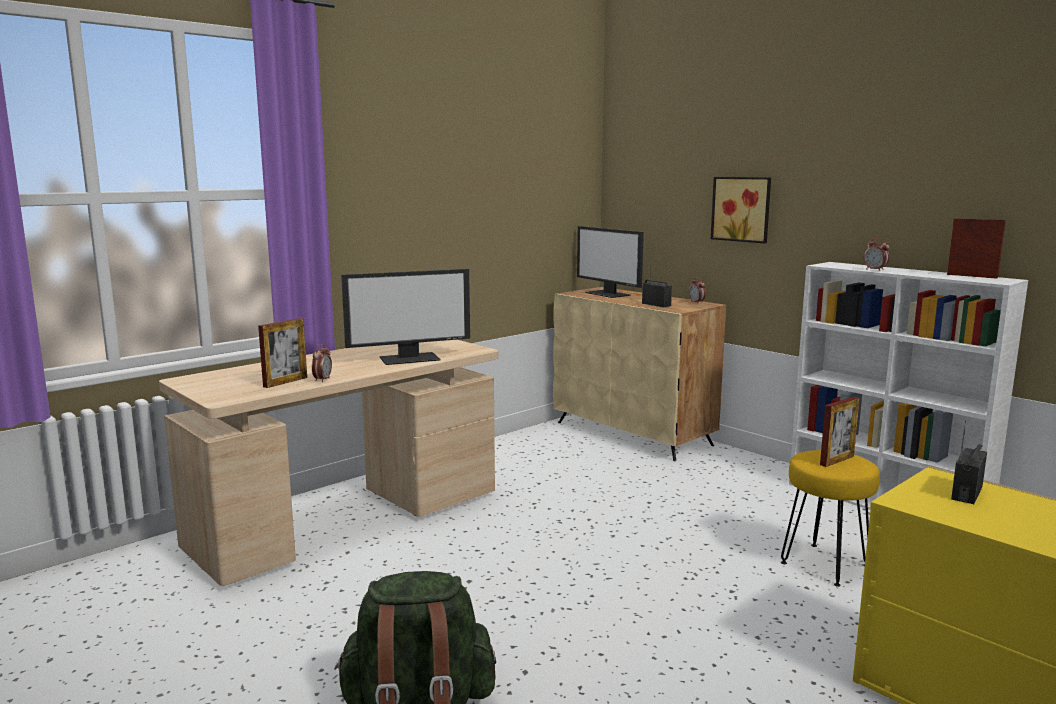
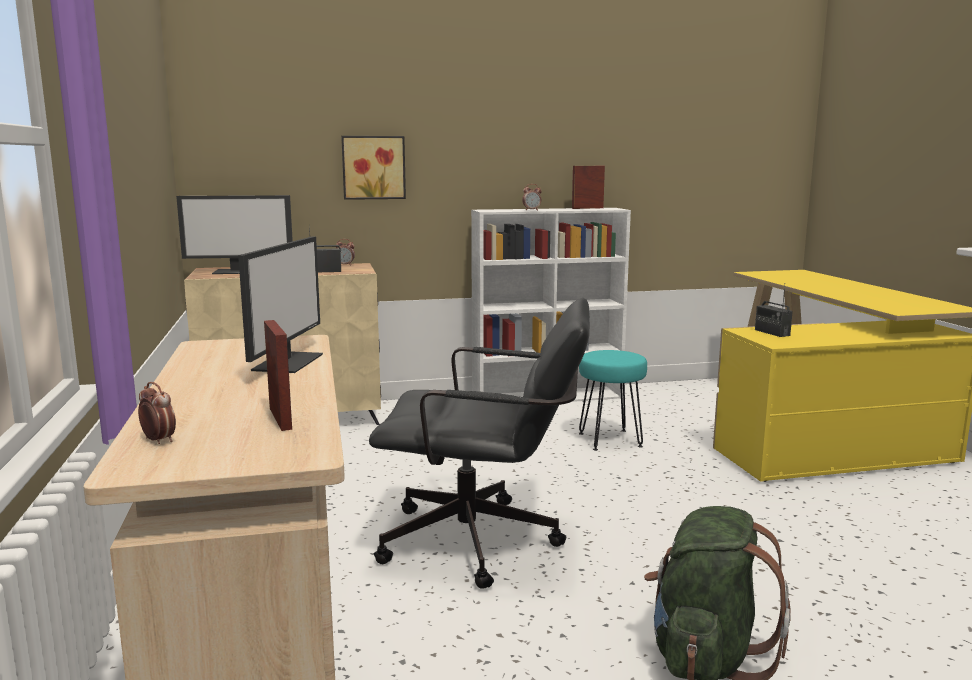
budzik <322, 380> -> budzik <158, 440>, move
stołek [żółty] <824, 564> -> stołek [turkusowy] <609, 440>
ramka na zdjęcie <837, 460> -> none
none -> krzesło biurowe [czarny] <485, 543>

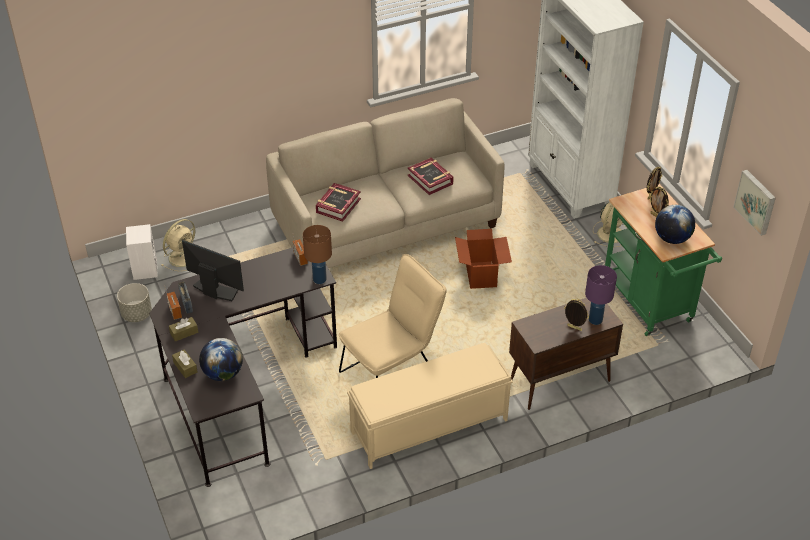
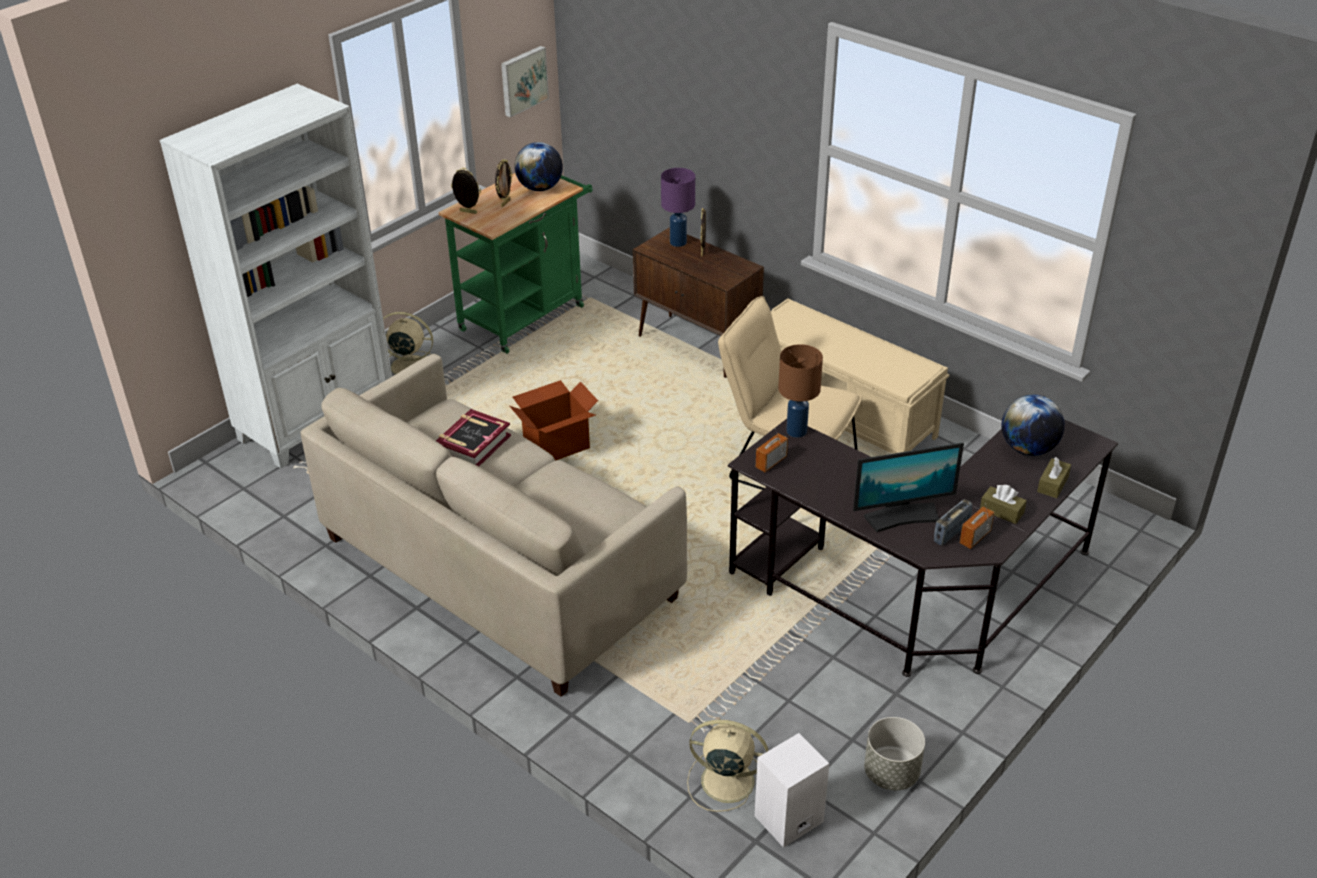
monitor <215, 290> -> monitor <902, 516>, 105 degrees counterclockwise
książka <338, 205> -> none

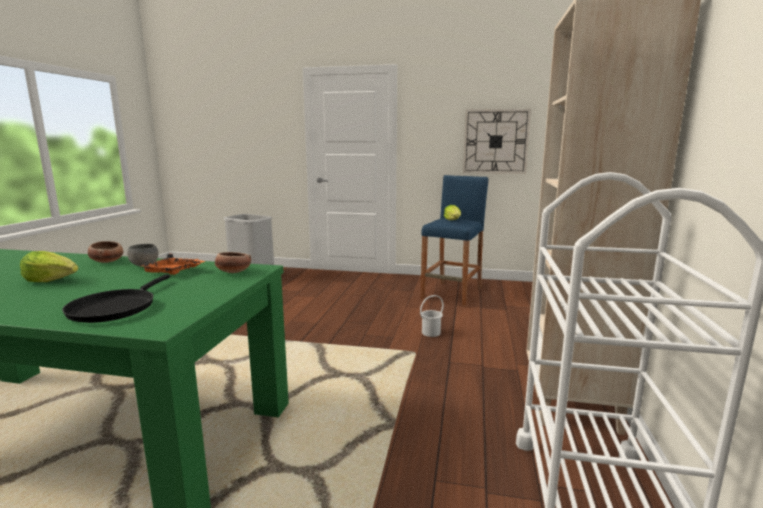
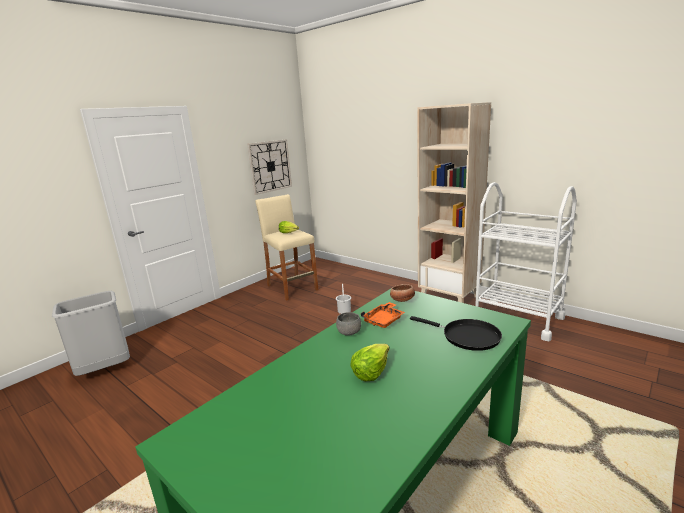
miska <107, 261> -> none
stołek [niebieski] <452, 294> -> stołek [beżowy] <292, 288>

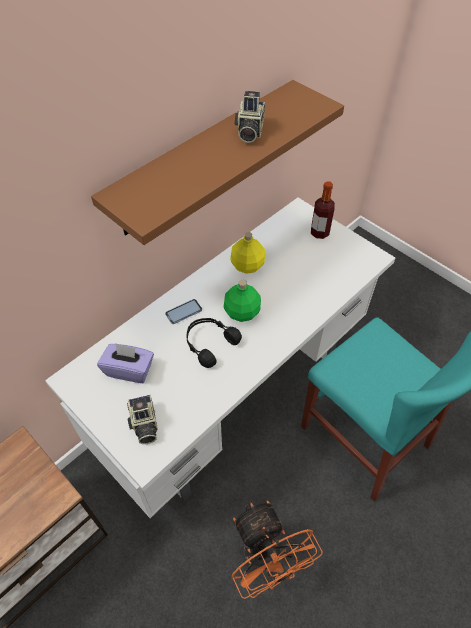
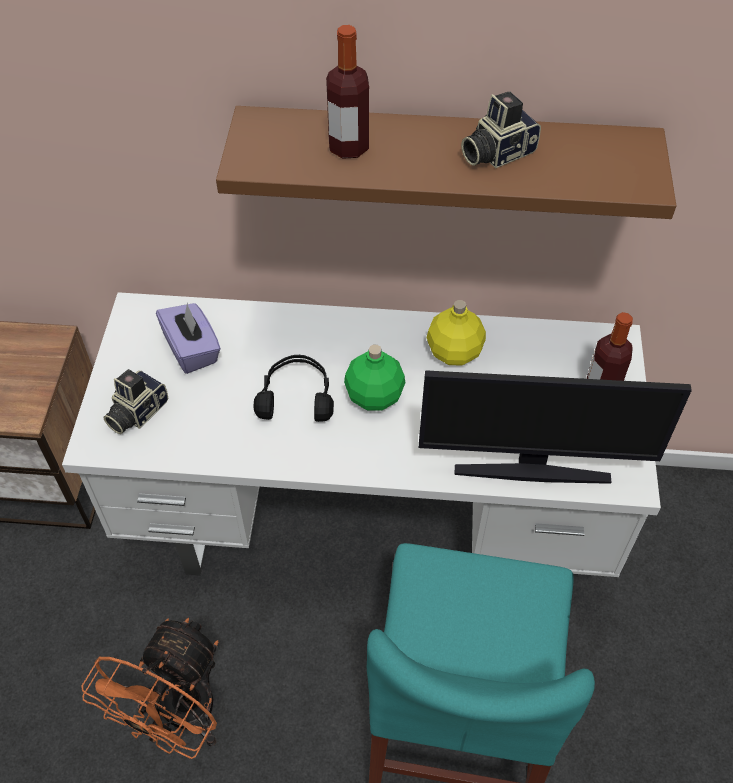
telefon <183, 312> -> none
none -> butelka <348, 147>
none -> monitor <532, 470>

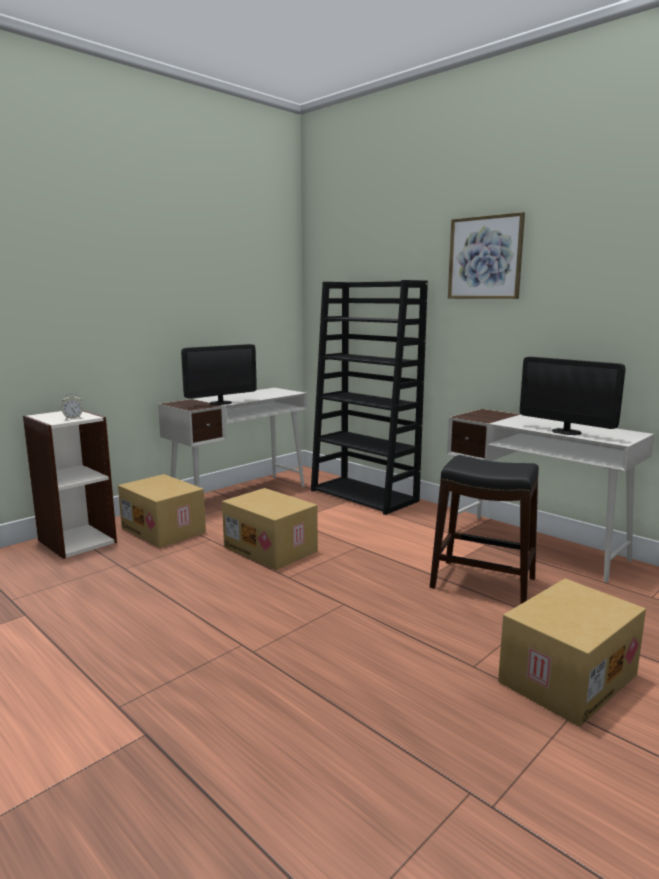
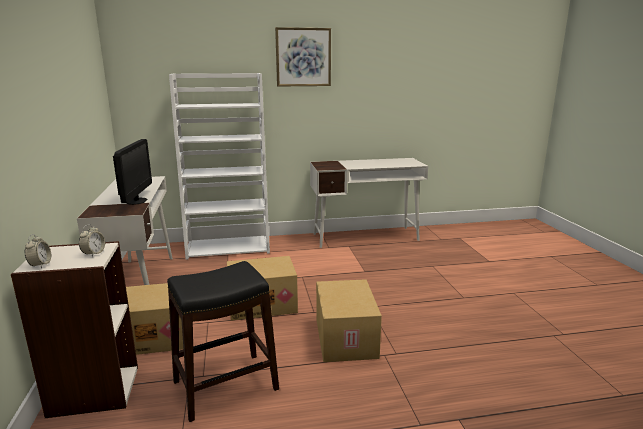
regał [czarny] <365, 496> -> regał [biały] <229, 247>
stołek [czarny] <483, 583> -> stołek [czarny] <226, 385>, move
karton <566, 677> -> karton <344, 338>, move
monitor <566, 432> -> none
none -> budzik <40, 265>

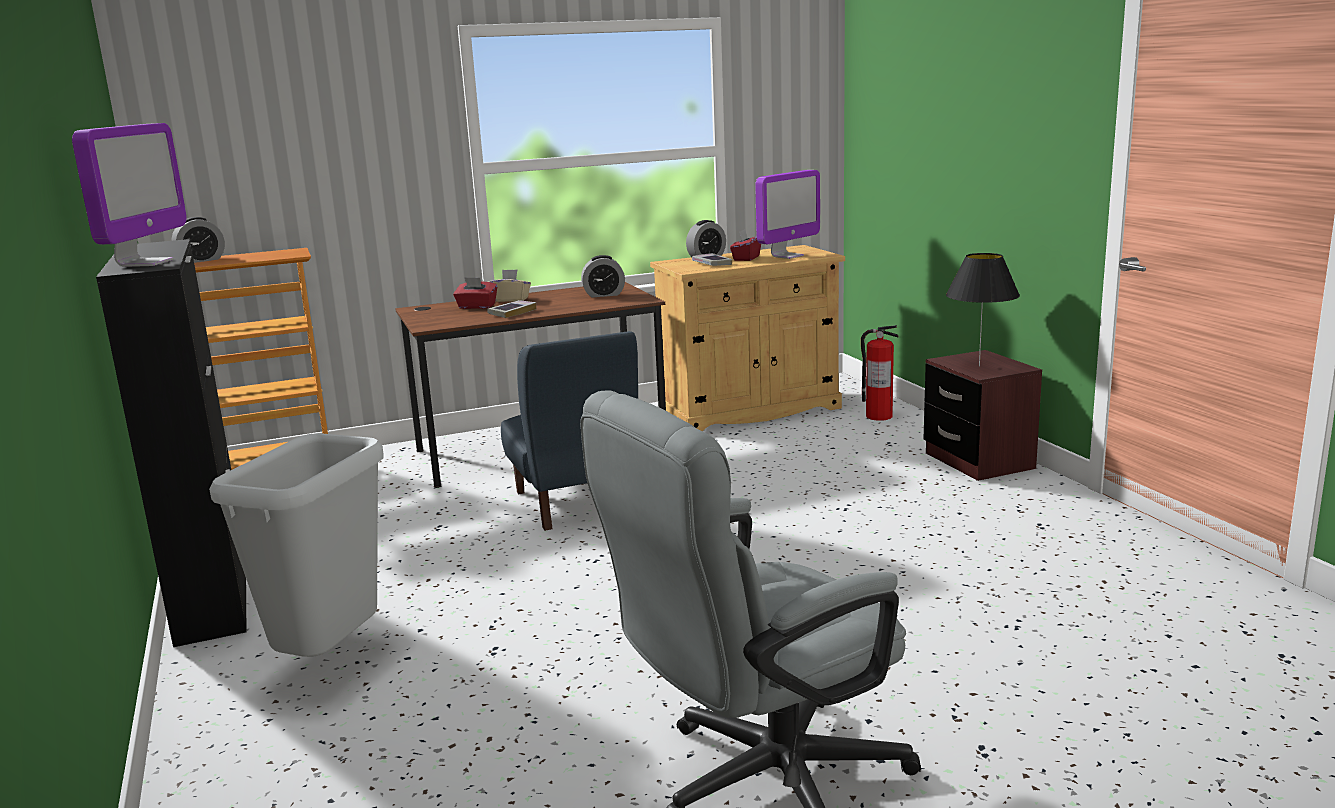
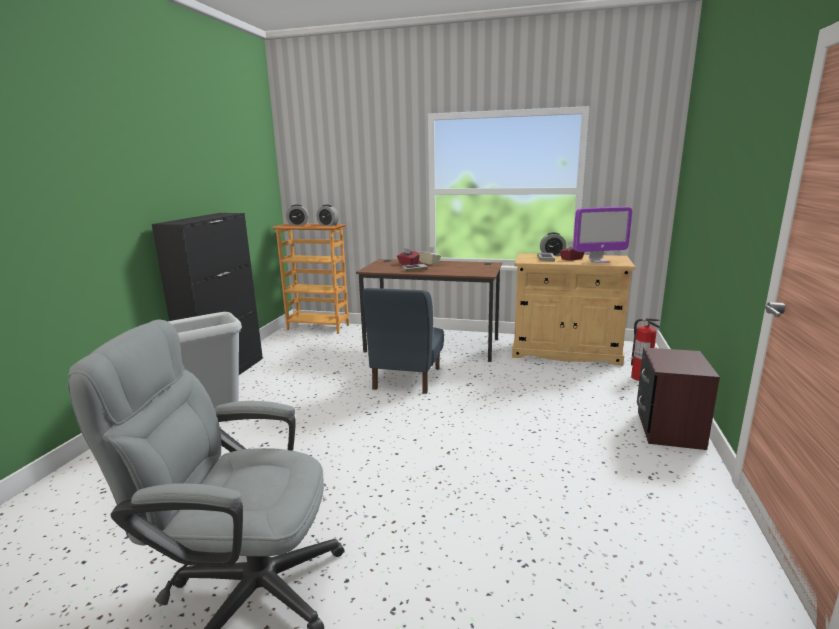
monitor <145, 263> -> none
budzik <604, 295> -> budzik <328, 225>, move
lampa stołowa [czarny] <979, 366> -> none

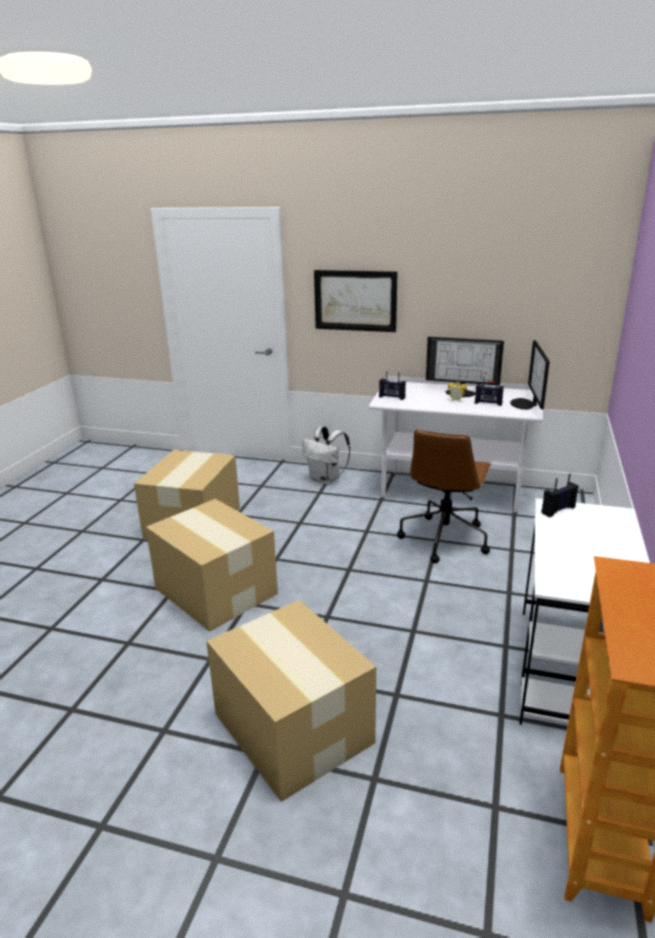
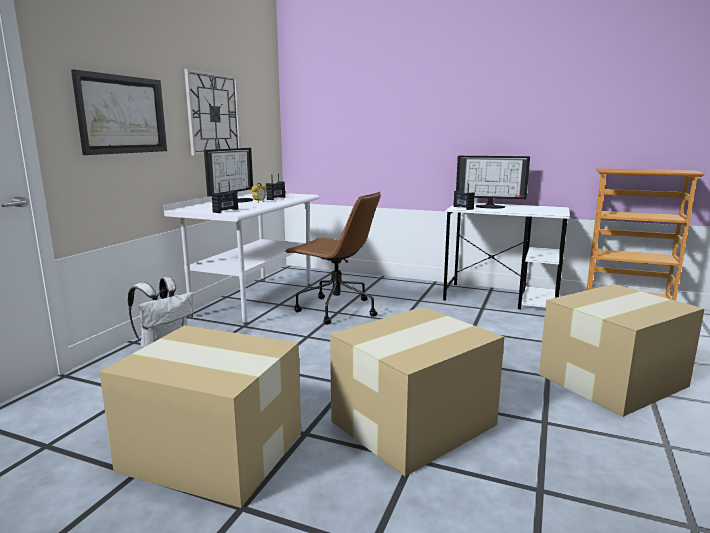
monitor <526, 404> -> monitor <490, 206>, move
none -> zegar ścienny <213, 114>

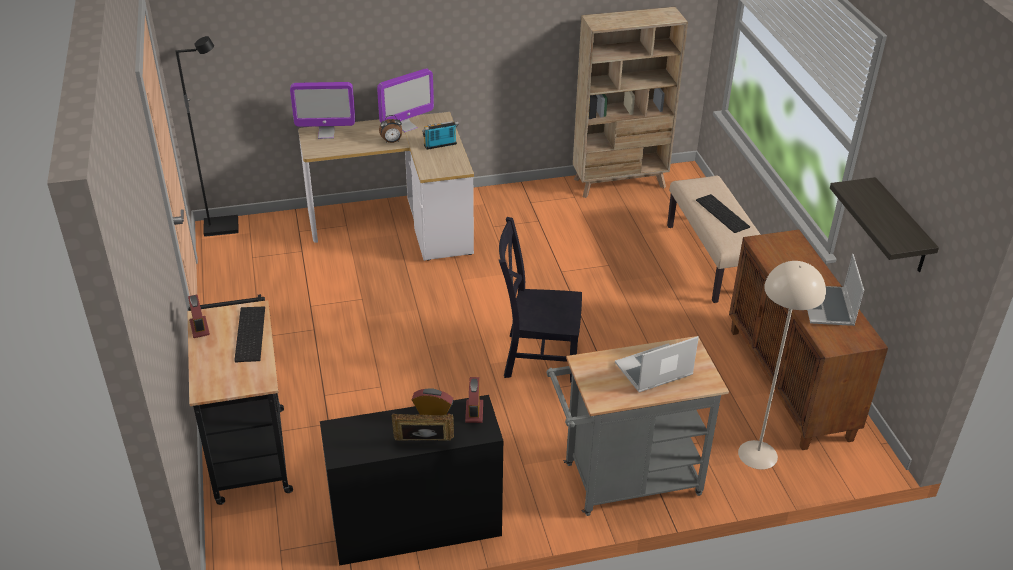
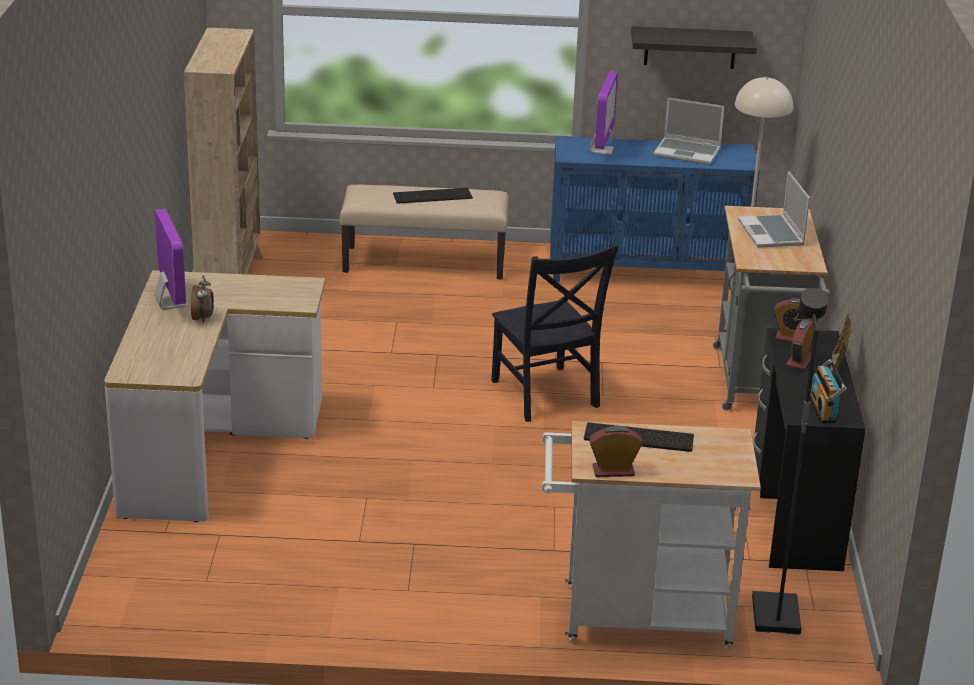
lampa stojąca [czarny] <222, 227> -> lampa stojąca [czarny] <774, 615>, move
wózek [czarny] <249, 448> -> wózek [biały] <635, 617>
monitor <326, 134> -> monitor <601, 150>, move
radio <440, 145> -> radio <824, 410>, move
krzesło [czarny] <537, 357> -> krzesło [czarny] <546, 396>, 45 degrees counterclockwise
szafka [brązowy] <790, 384> -> szafka [niebieski] <647, 272>

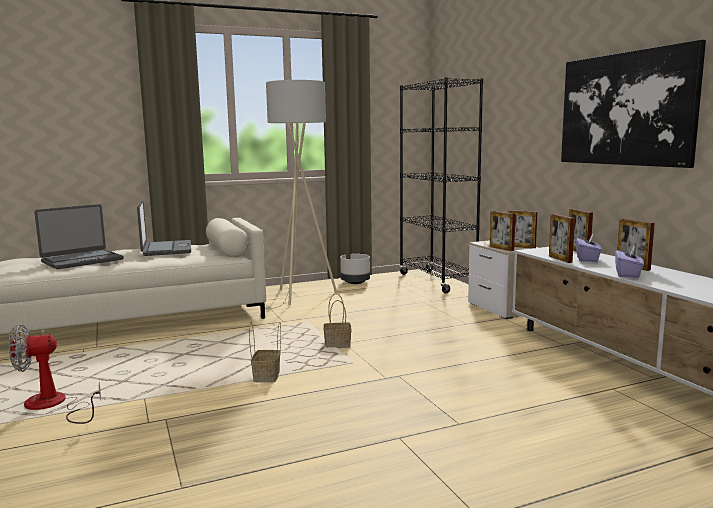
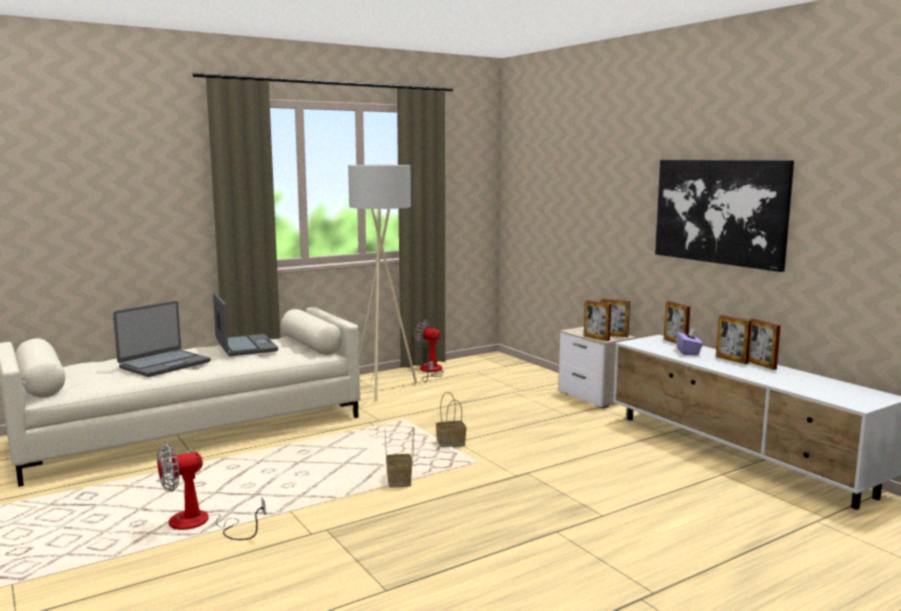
donica [szary] <355, 282> -> wentylator <430, 371>
regał [czarny] <437, 281> -> none
ramka na zdjęcie <560, 259> -> ramka na zdjęcie <761, 365>, move
pudełko chusteczek [fioletowy] <628, 274> -> none

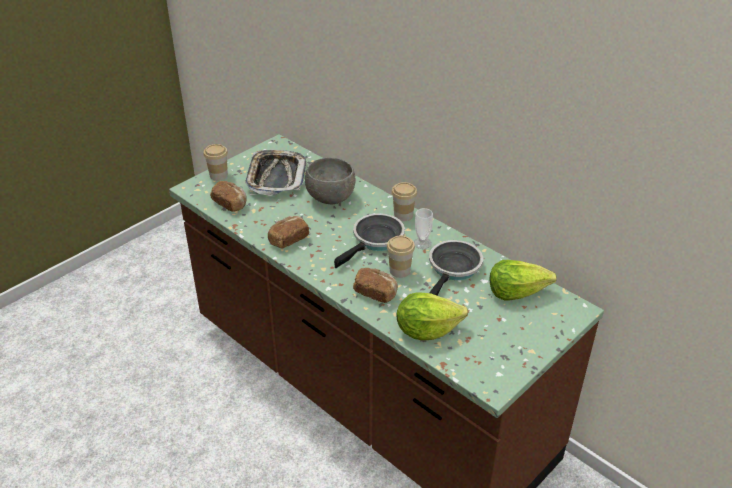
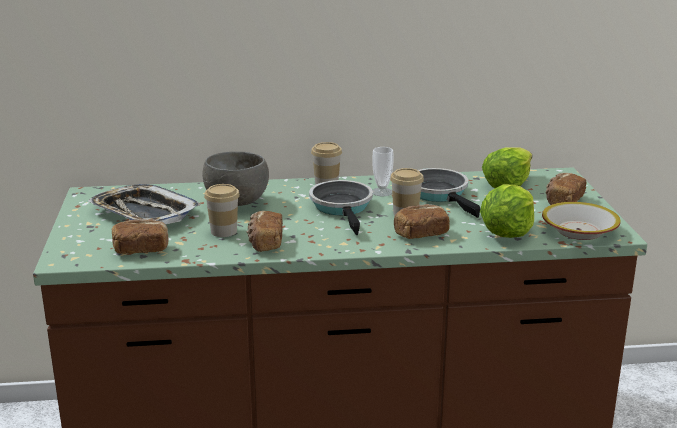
filiżanka <218, 175> -> filiżanka <224, 231>, move
none -> miska <578, 231>
none -> chleb <563, 201>

